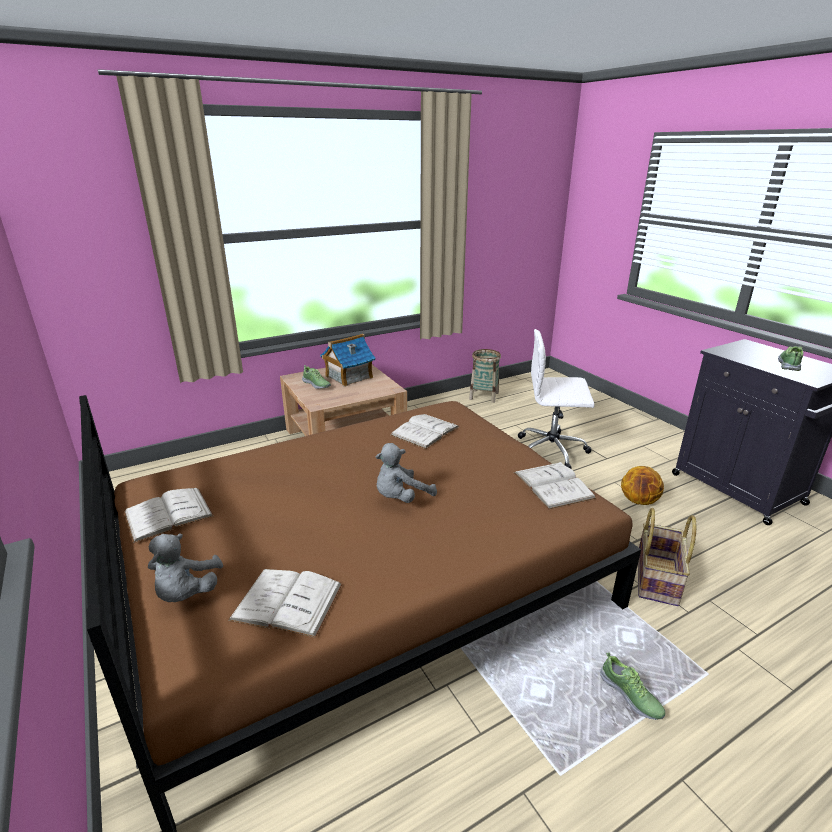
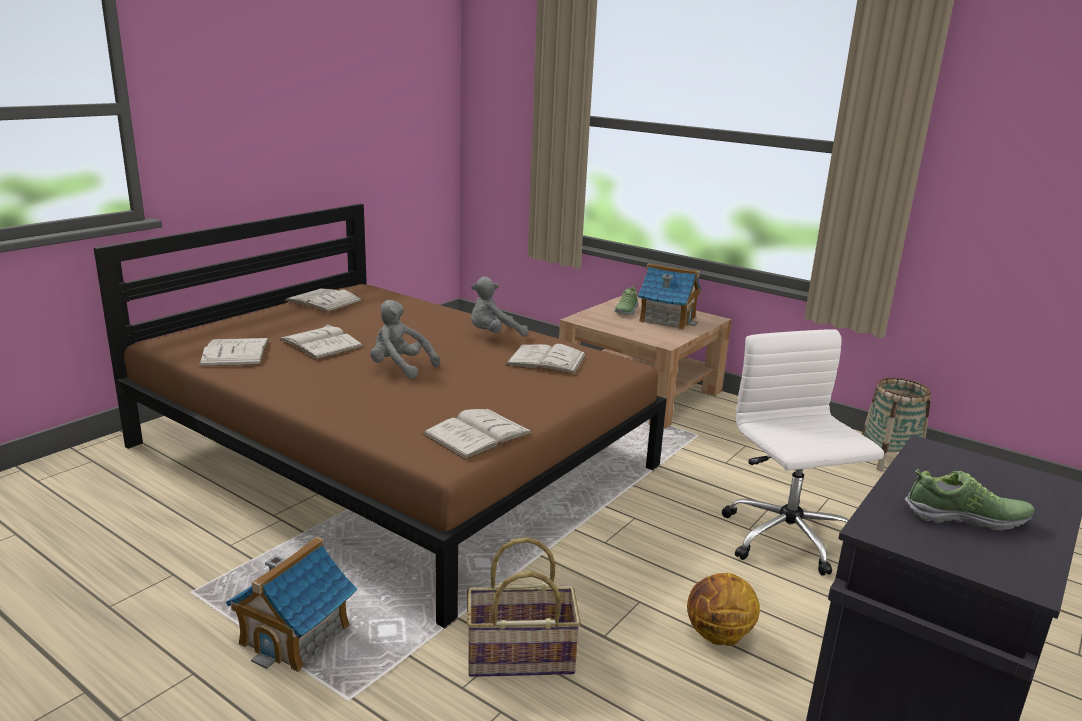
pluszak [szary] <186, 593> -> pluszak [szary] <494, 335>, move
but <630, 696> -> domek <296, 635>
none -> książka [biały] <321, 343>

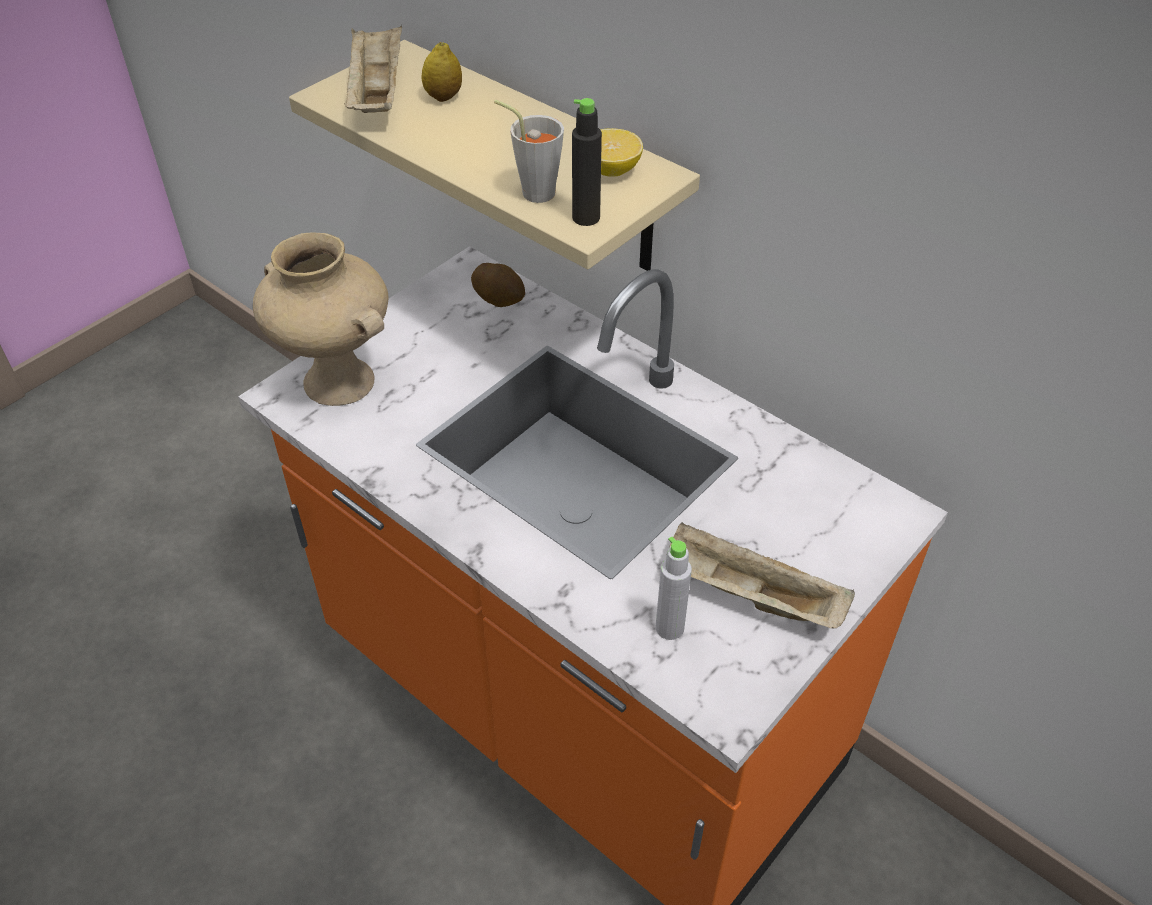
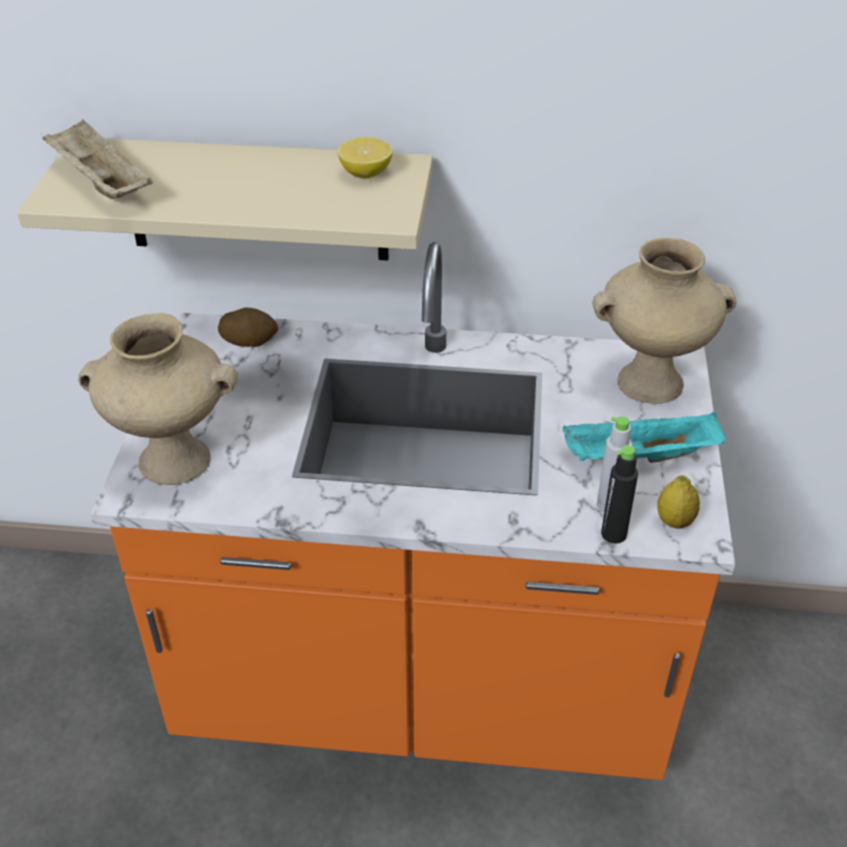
cytryna <443, 97> -> cytryna <674, 521>, move
filiżanka [szary] <532, 190> -> none
butelka [czarny] <586, 218> -> butelka [czarny] <613, 534>, move
taca [beżowy] <749, 597> -> taca [turkusowy] <639, 458>
none -> wazon [beżowy] <651, 382>

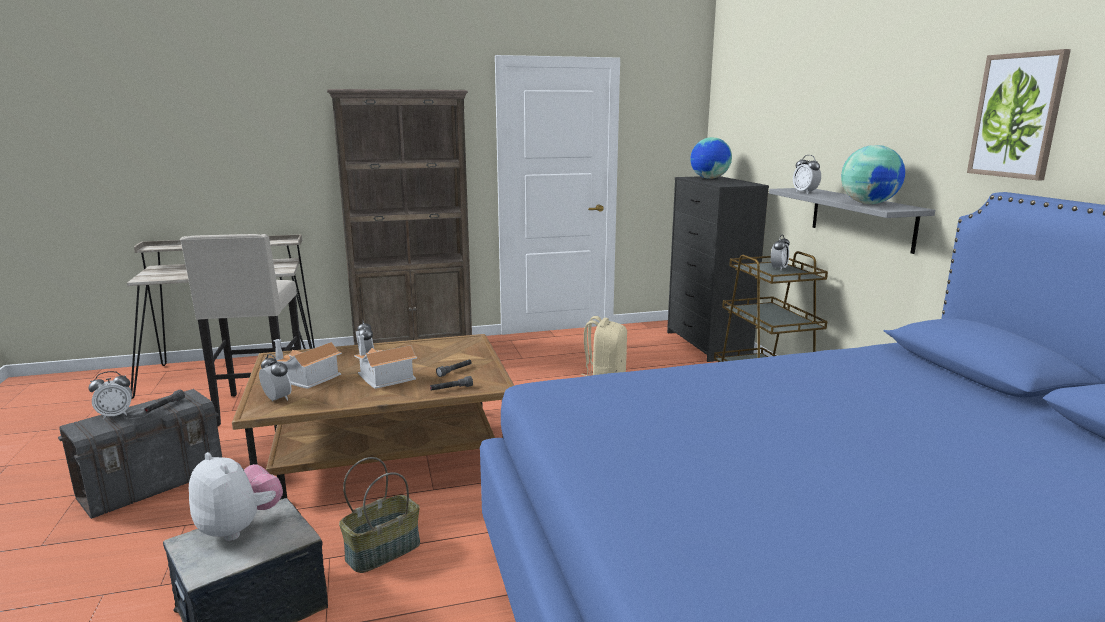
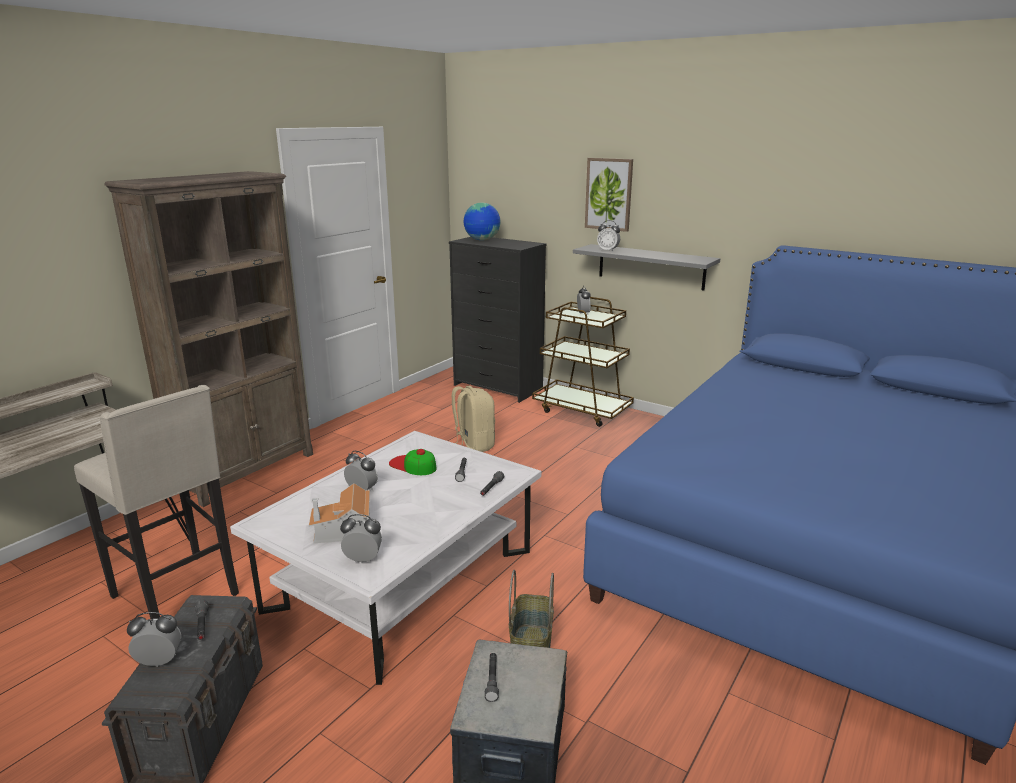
budzik <115, 415> -> budzik <159, 661>, 120 degrees counterclockwise
pluszak <239, 528> -> latarka [szary] <492, 680>
ława [brązowy] <385, 458> -> ława [biały] <402, 580>
domek <383, 378> -> none
globus <868, 203> -> none
obraz <1017, 116> -> obraz <609, 194>, move
none -> czapka z daszkiem <412, 465>

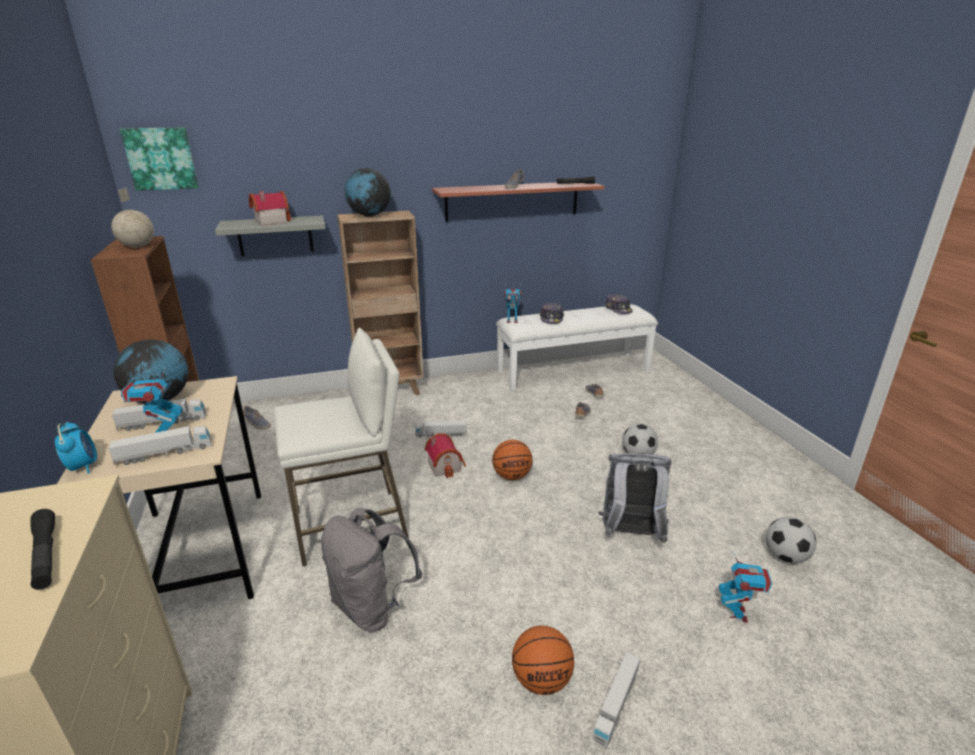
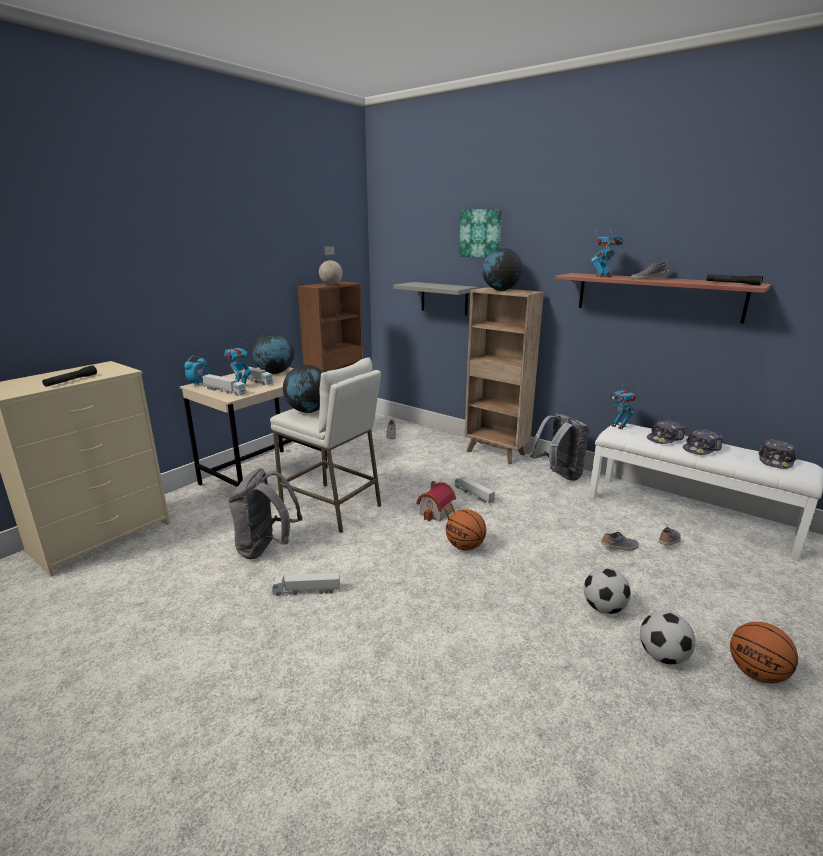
obraz <161, 158> -> obraz <481, 233>, move
domek <269, 221> -> none
piłka do koszykówki <541, 679> -> piłka do koszykówki <756, 673>, move
ciężarówka zabawkowa <616, 704> -> ciężarówka zabawkowa <307, 591>, move
plecak [szary] <630, 534> -> plecak [szary] <558, 475>, move
robot zabawkowy <737, 613> -> robot zabawkowy <603, 276>, move
piłka futbolowa <785, 556> -> piłka futbolowa <662, 656>, move
none -> globus <309, 411>
none -> czapka z daszkiem <702, 449>

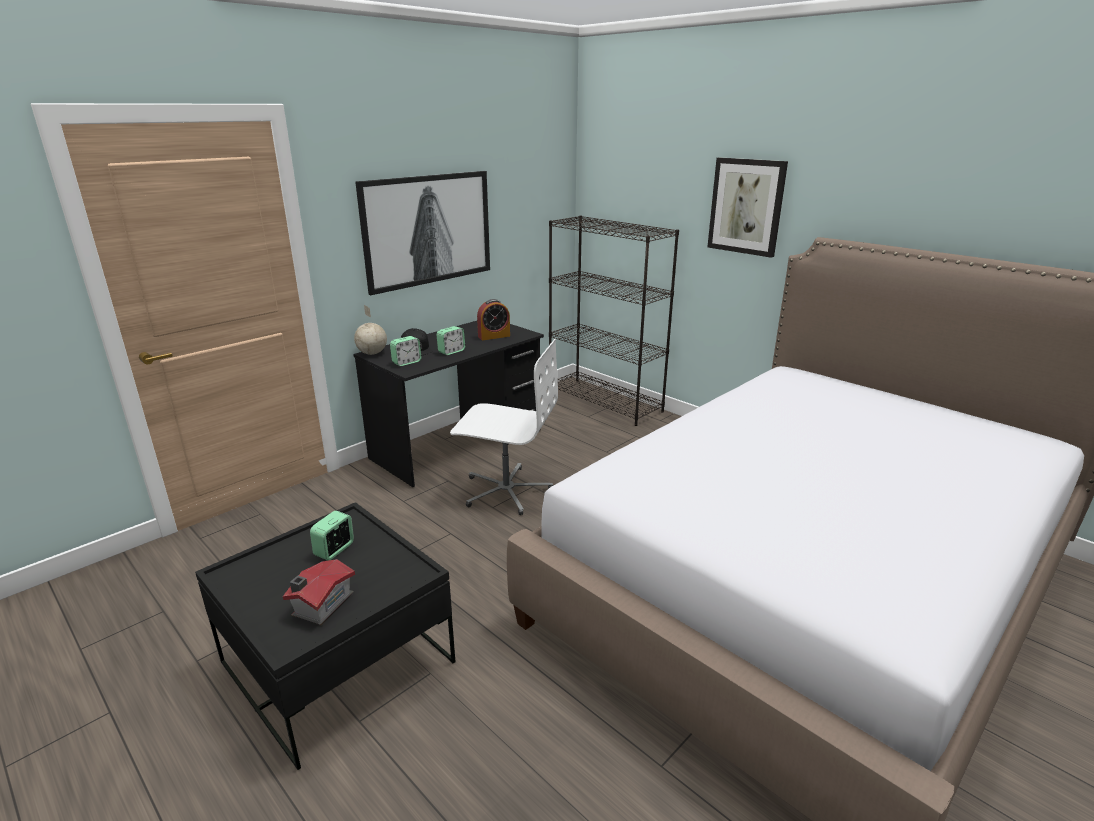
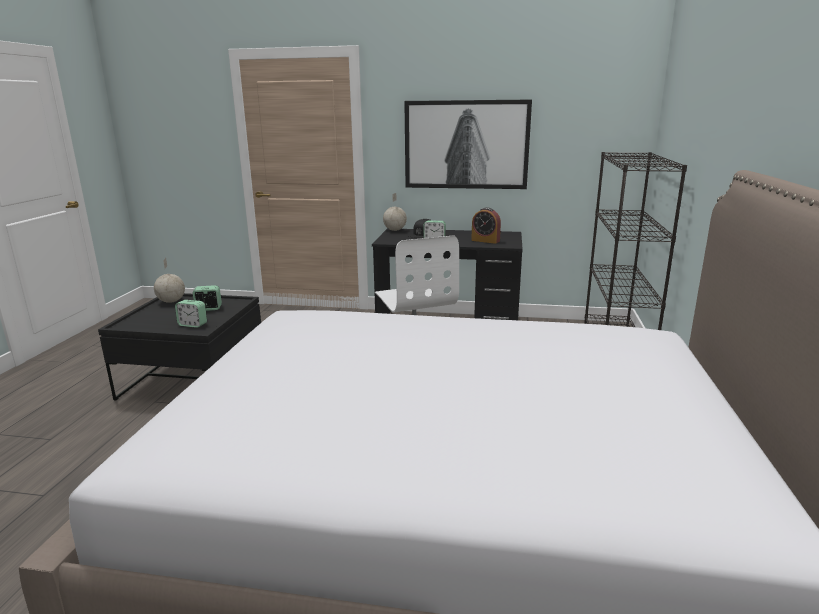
domek <321, 605> -> none
budzik <406, 362> -> budzik <192, 324>, move
obraz <746, 206> -> none
none -> globus <172, 301>

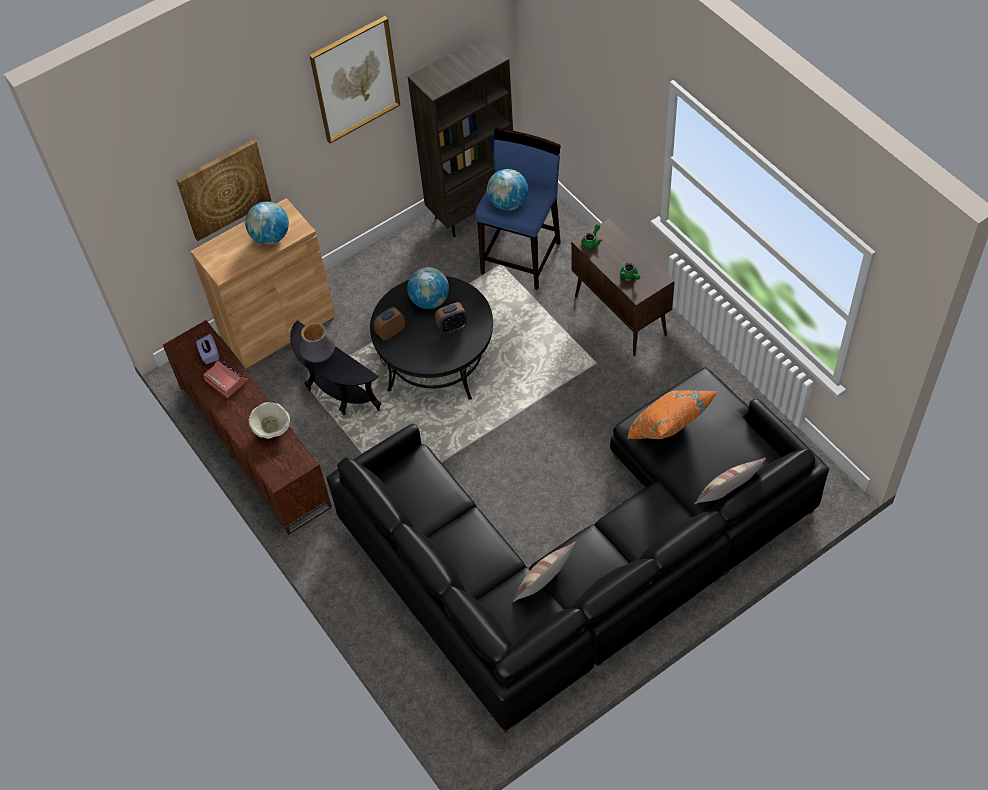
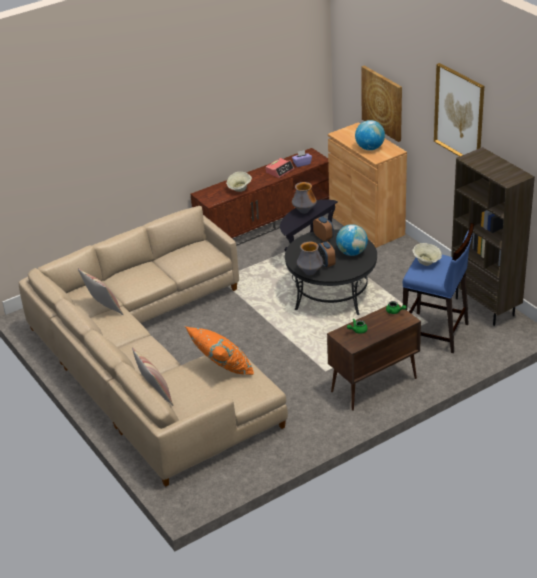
kanapa [czarny] <583, 555> -> kanapa [beżowy] <152, 363>
globus <508, 203> -> miska [beżowy] <426, 262>
none -> wazon <310, 272>

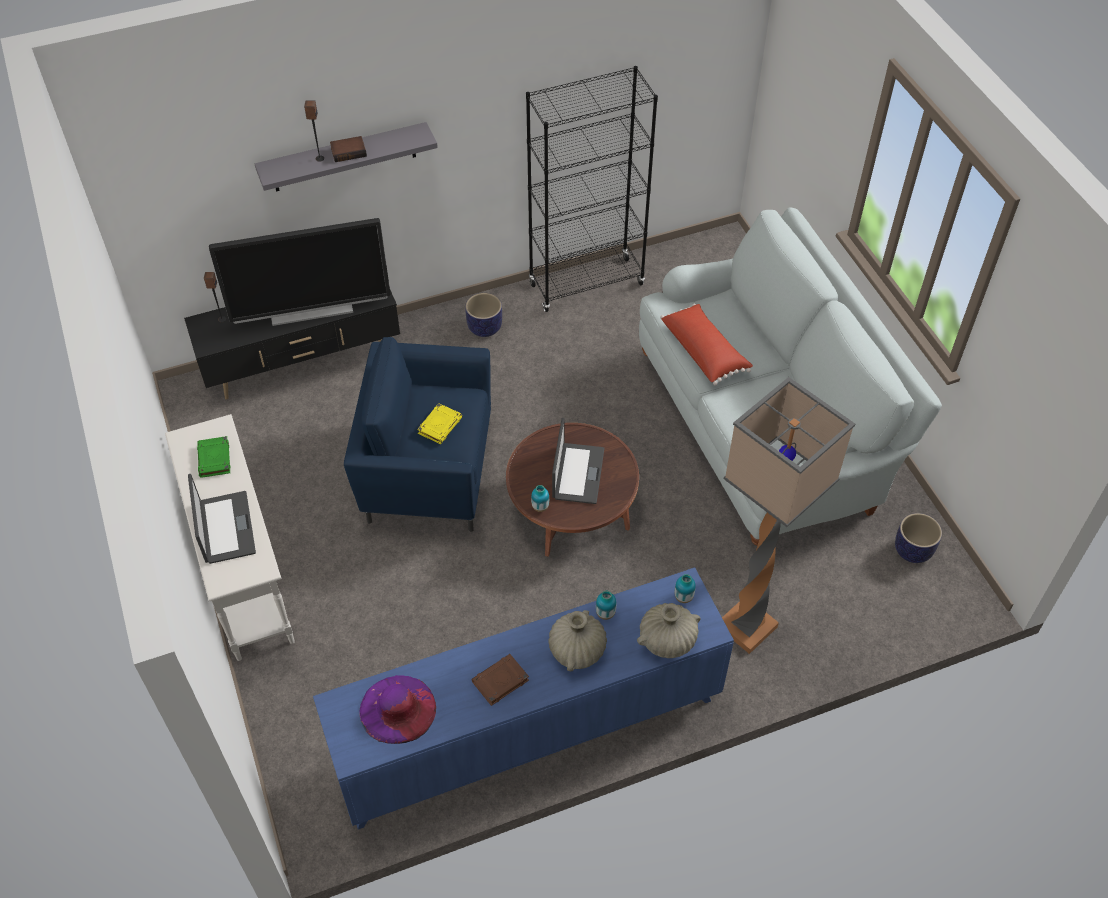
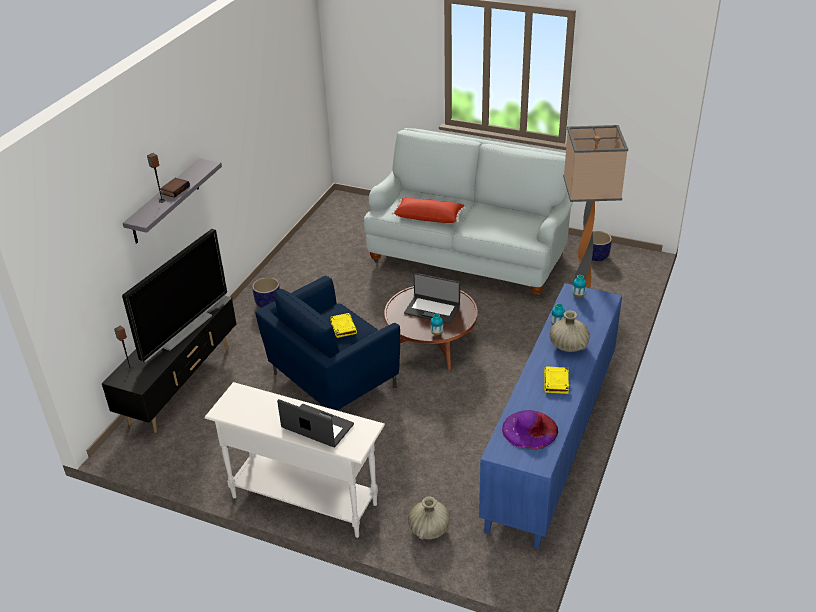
książka [zielony] <214, 459> -> none
książka [brązowy] <500, 681> -> książka [żółty] <556, 382>
regał [czarny] <586, 284> -> none
laptop <577, 473> -> laptop <432, 309>, 150 degrees clockwise
wazon [beżowy] <667, 640> -> wazon [beżowy] <429, 529>, move

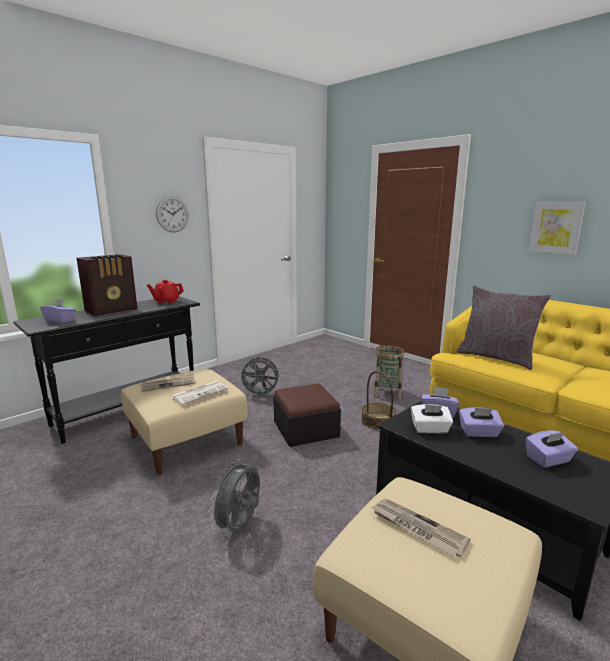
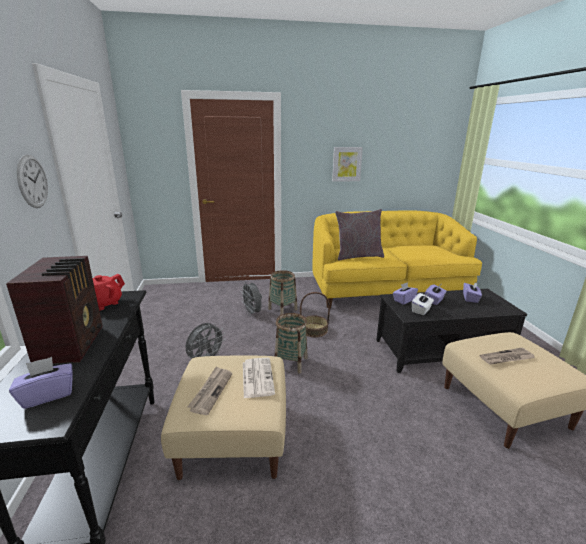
wentylator [szary] <240, 526> -> wentylator [szary] <252, 313>, move
pufa <306, 429> -> koszyk <291, 362>

